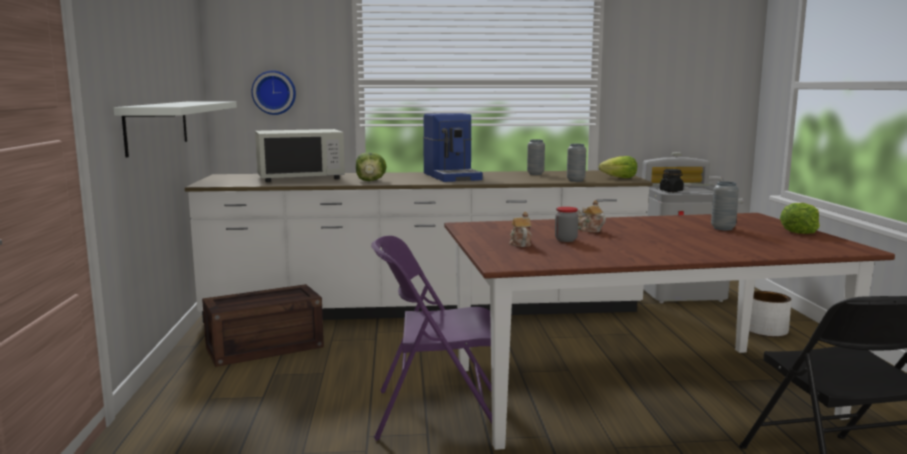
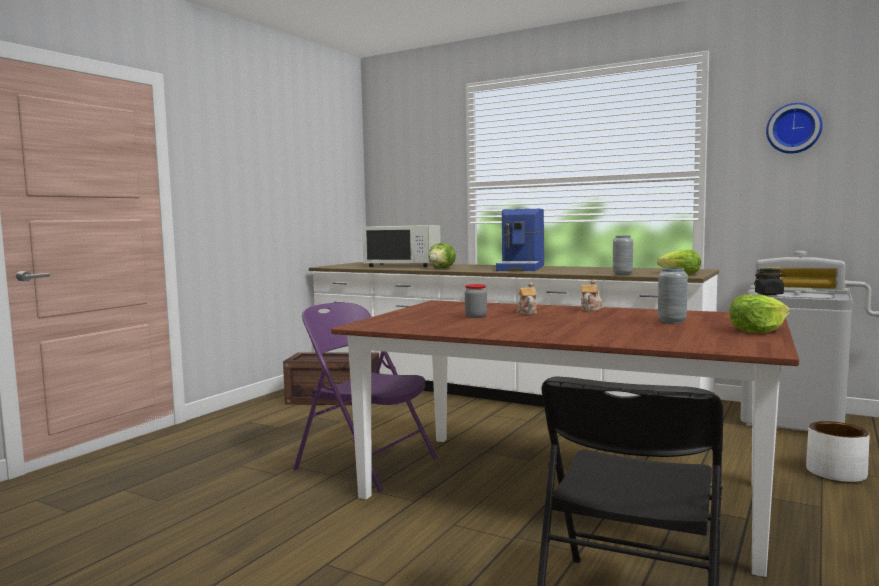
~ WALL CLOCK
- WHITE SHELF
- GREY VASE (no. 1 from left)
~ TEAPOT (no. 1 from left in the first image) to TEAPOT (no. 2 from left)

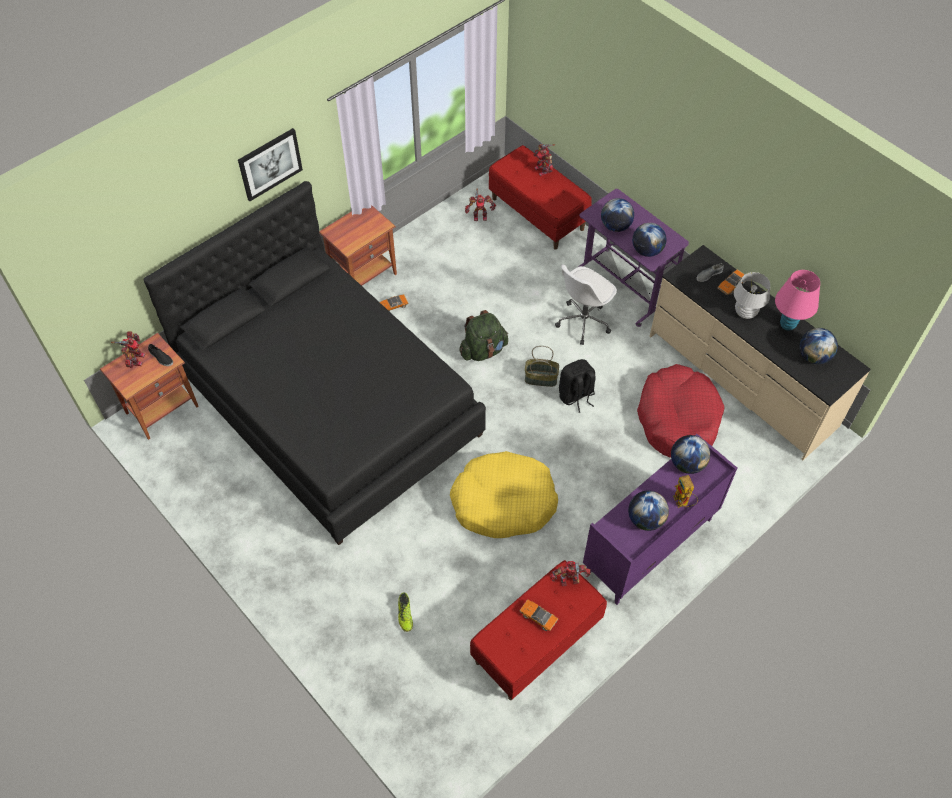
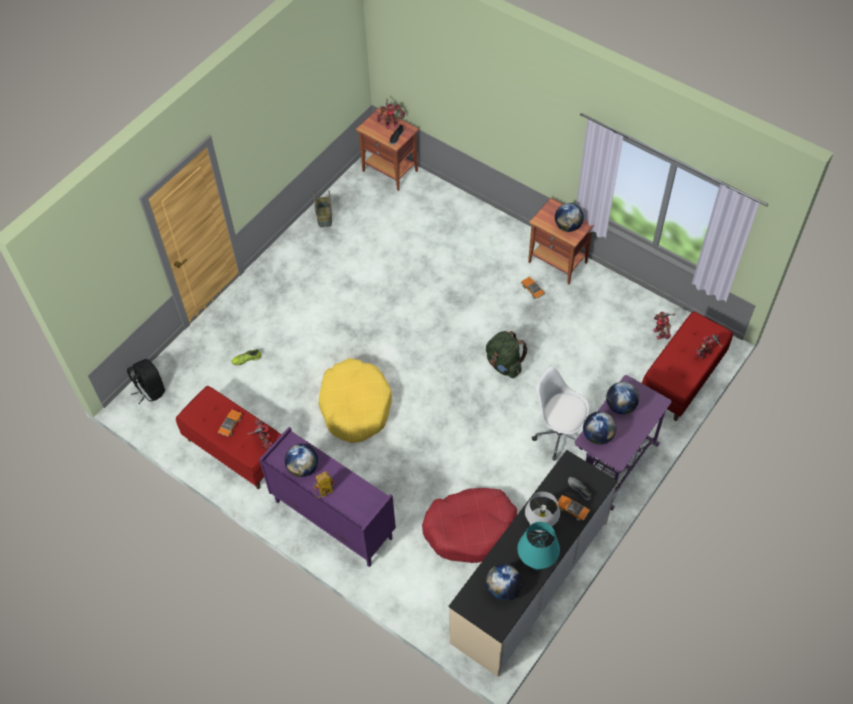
- PICTURE
- BLACK BED
~ PINK TABLE LAMP to TURQUOISE TABLE LAMP
~ BASKET
~ BLACK BACKPACK
~ GLOBE (no. 4 from left in the first image) to GLOBE (no. 3 from left)

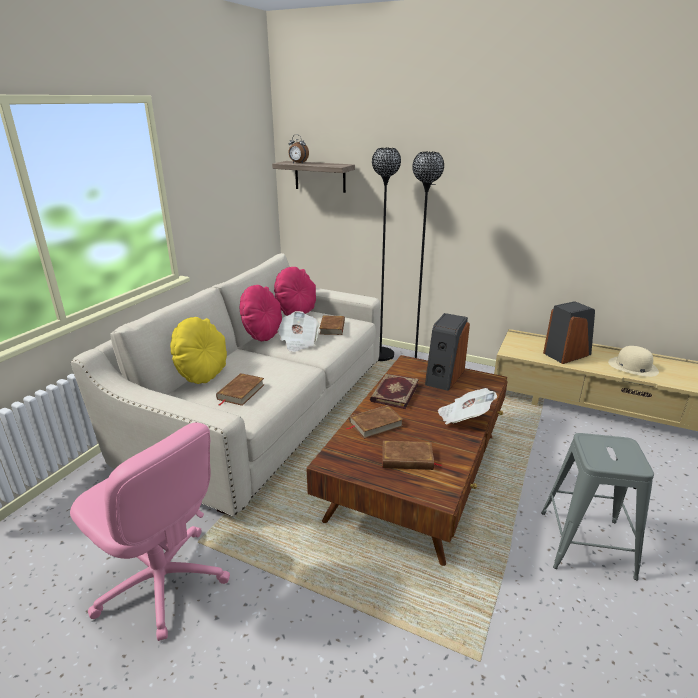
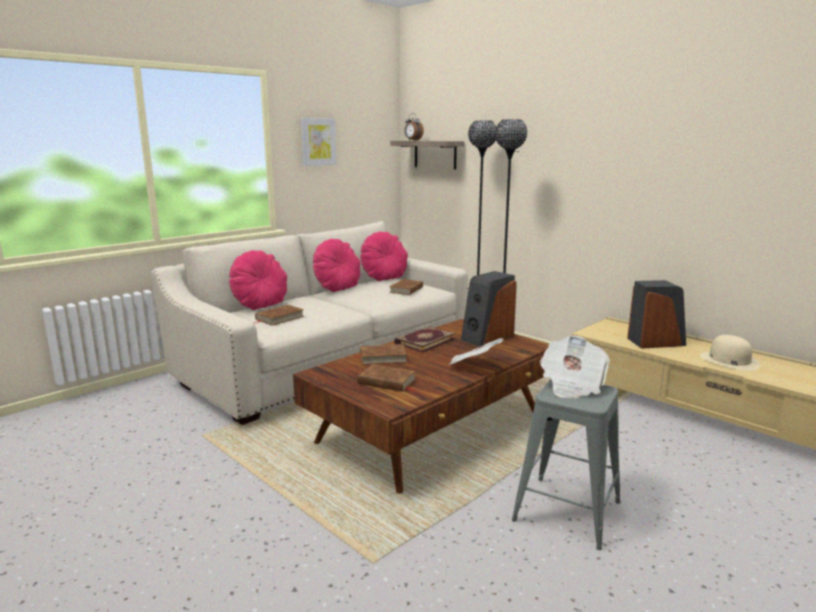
~ NEWSPAPER (no. 1 from left in the first image) to NEWSPAPER (no. 2 from left)
~ YELLOW PILLOW to PINK PILLOW (no. 1 from left)
- PINK OFFICE CHAIR
+ PICTURE

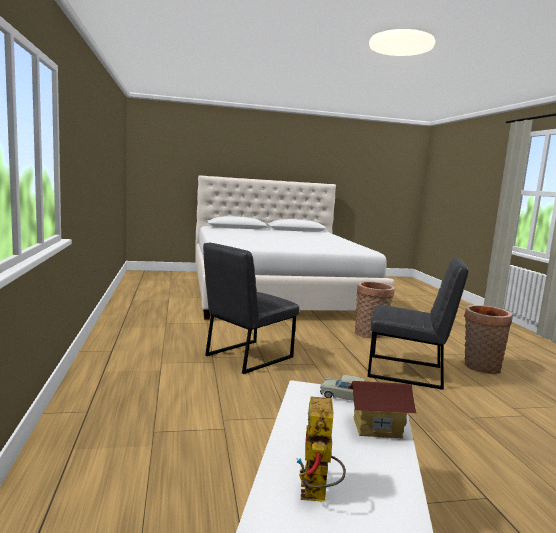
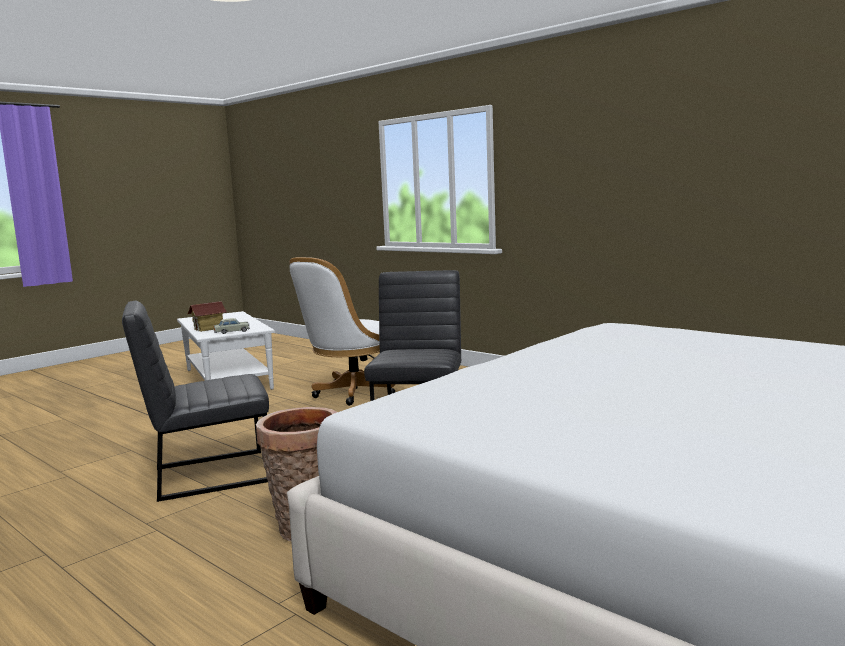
- BASKET (no. 2 from left)
- TOY ROBOT
+ WHITE OFFICE CHAIR

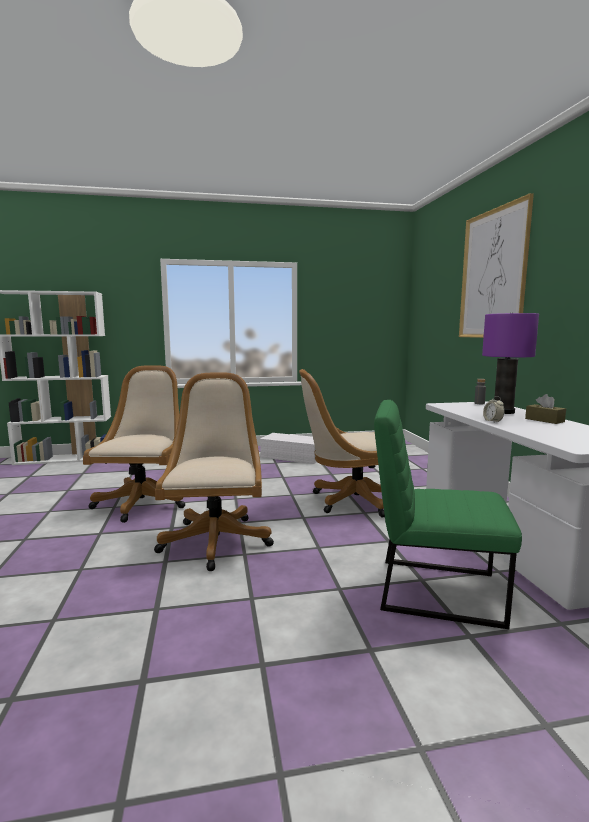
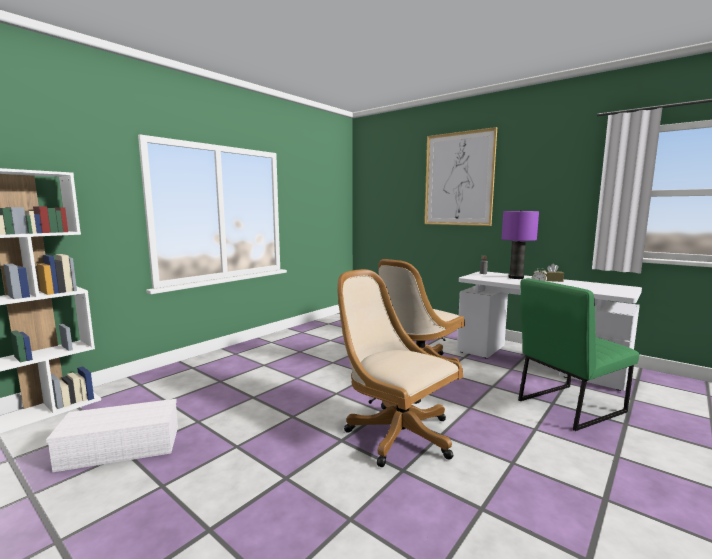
- OFFICE CHAIR (no. 1 from left)
~ WHITE STORAGE BOX

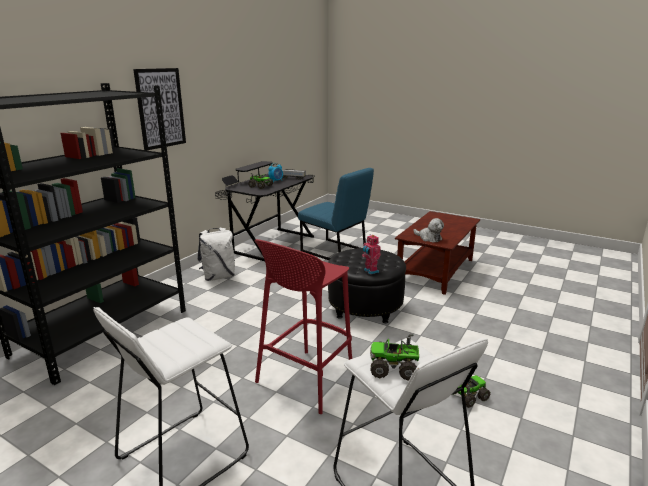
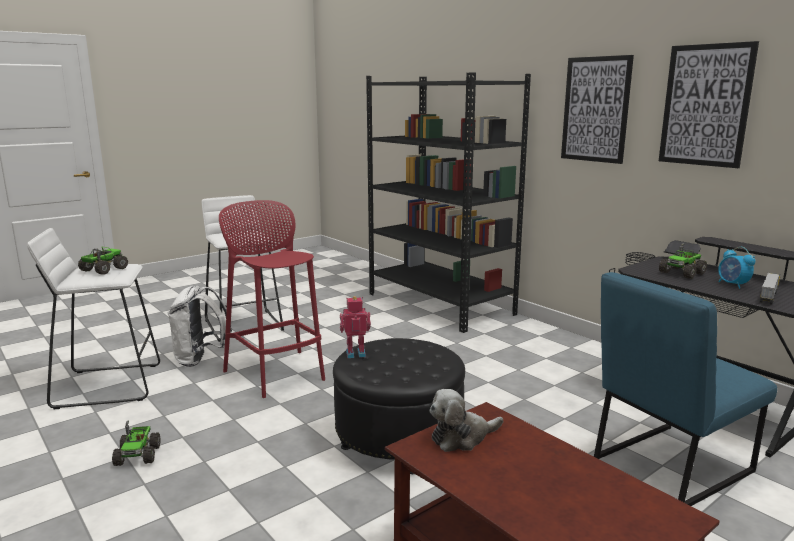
~ WHITE BACKPACK
+ PICTURE (no. 2 from left)

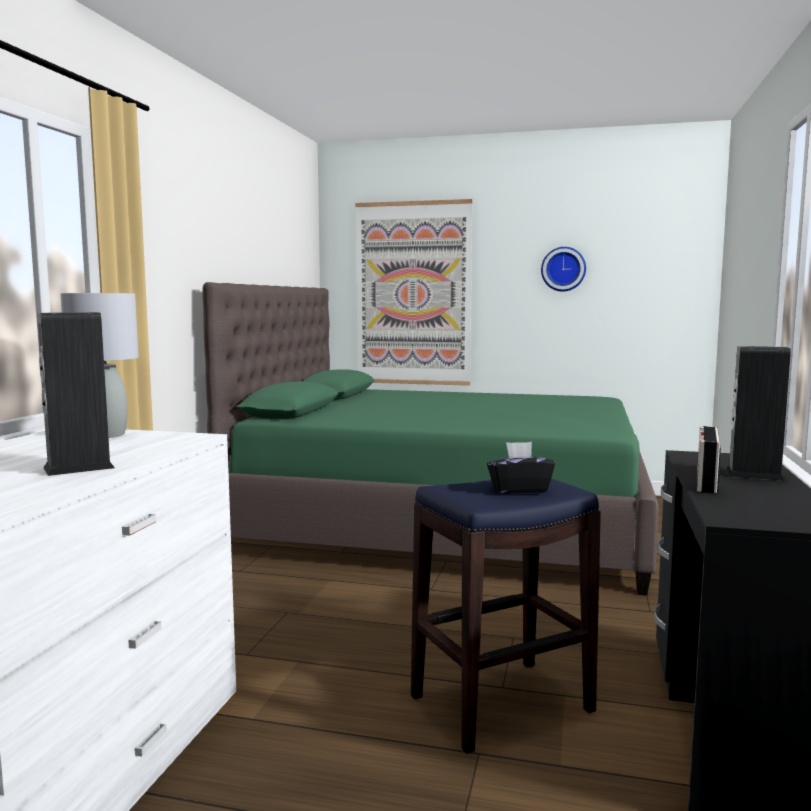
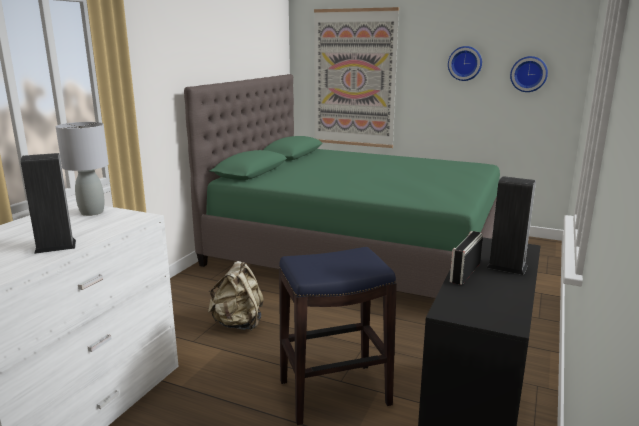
- BLACK TISSUE BOX
+ WALL CLOCK (no. 2 from left)
+ BEIGE BACKPACK

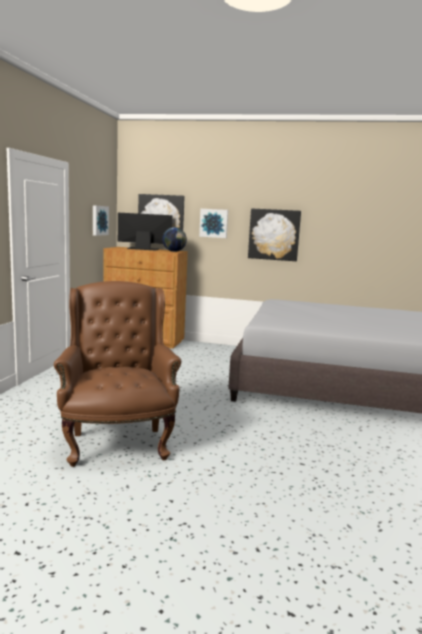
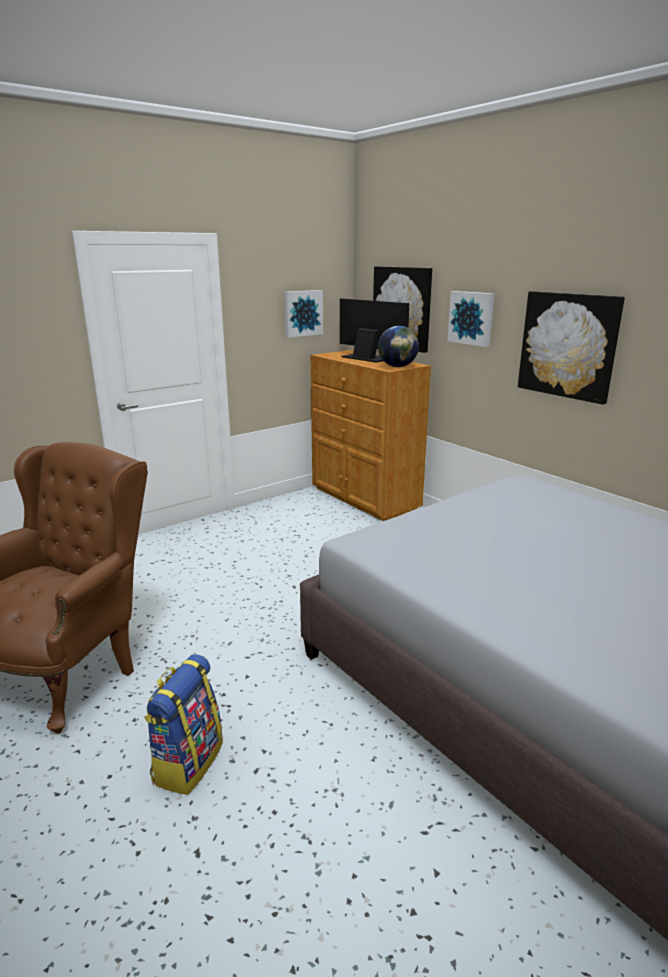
+ BACKPACK

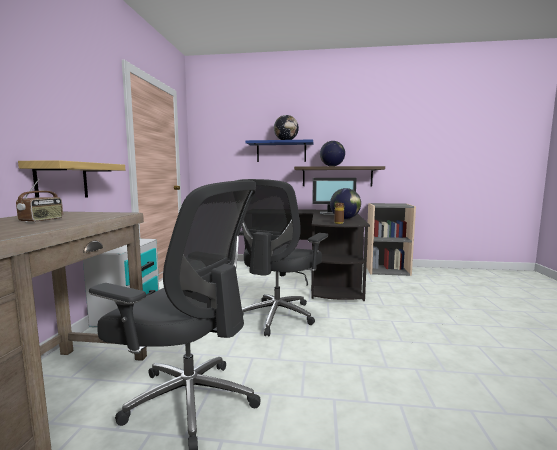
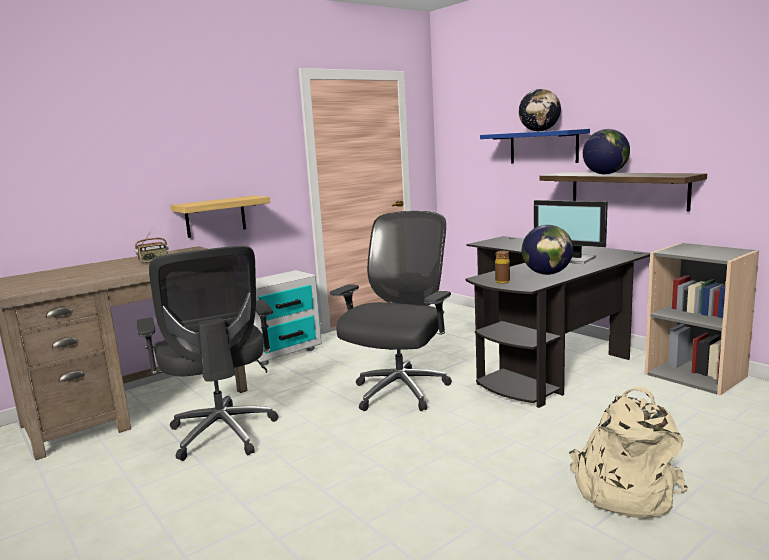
~ OFFICE CHAIR (no. 2 from left) 135 degrees clockwise
+ BEIGE BACKPACK

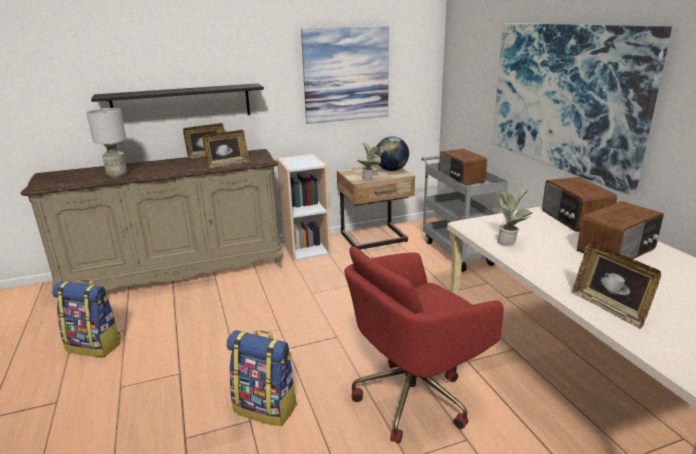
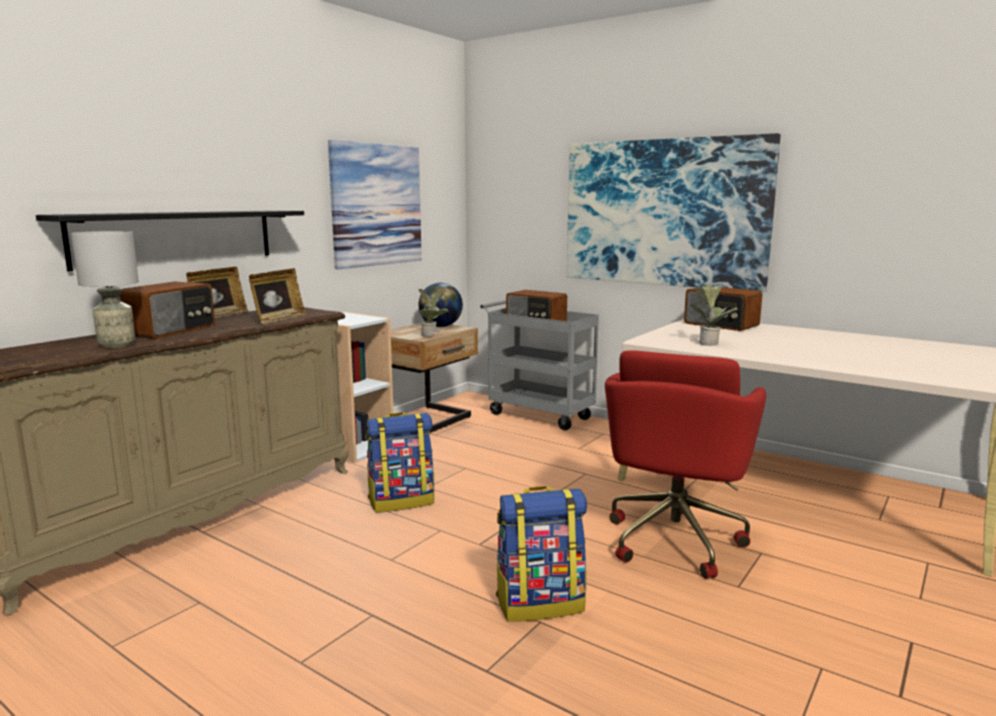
~ RADIO (no. 3 from left in the first image) to RADIO (no. 1 from left)
- PICTURE FRAME (no. 3 from left)
~ BACKPACK (no. 1 from left)

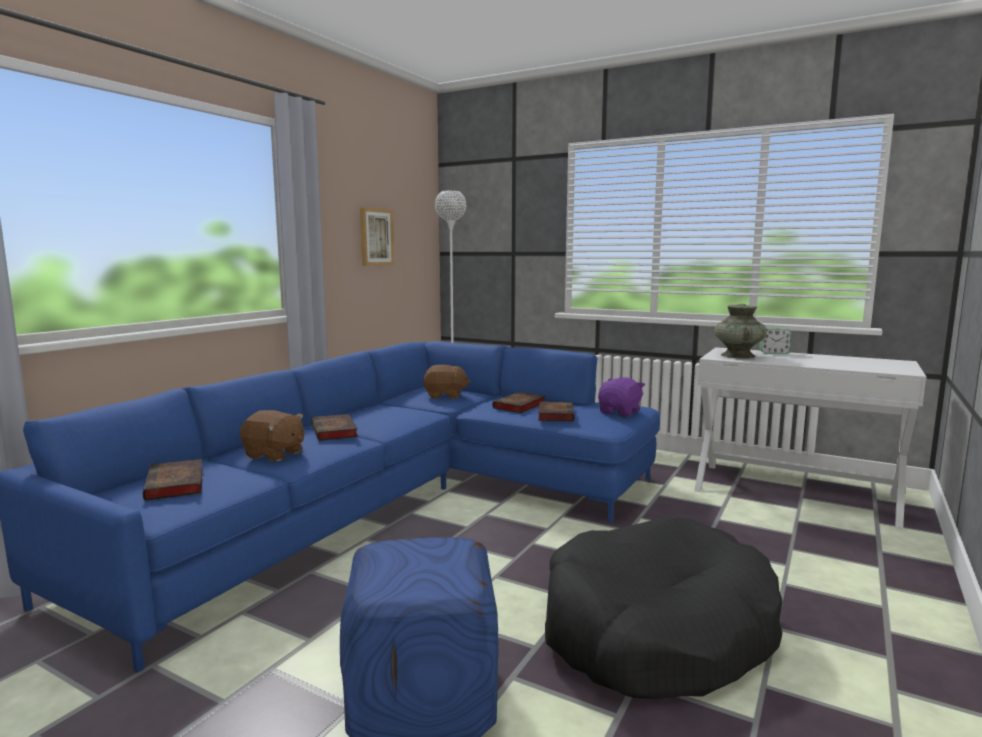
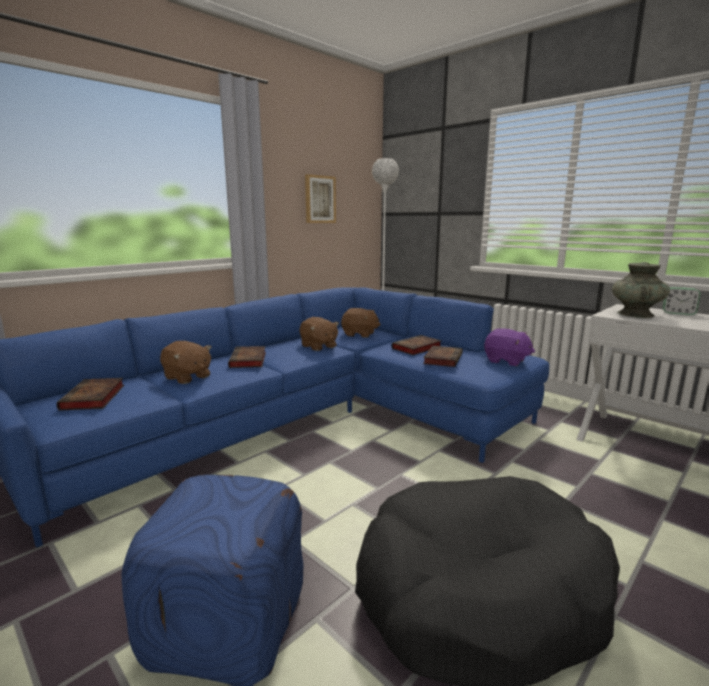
~ PURPLE PLUSH TOY 75 degrees clockwise
+ BROWN PLUSH TOY (no. 2 from left)

